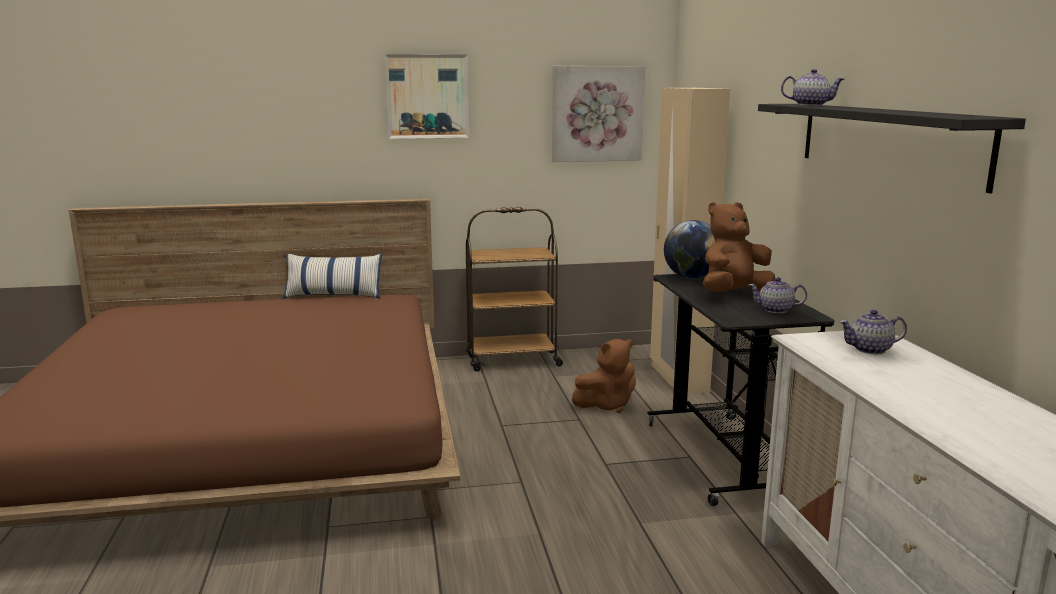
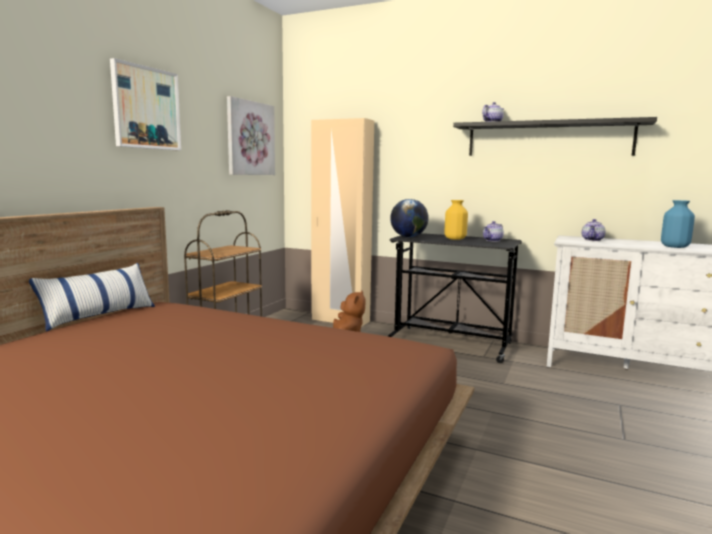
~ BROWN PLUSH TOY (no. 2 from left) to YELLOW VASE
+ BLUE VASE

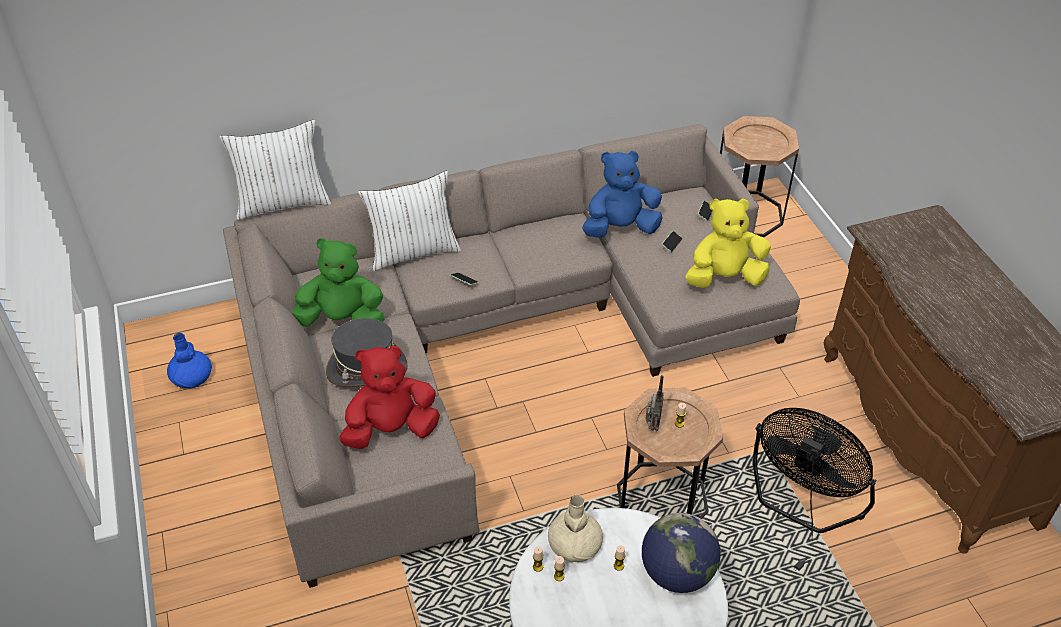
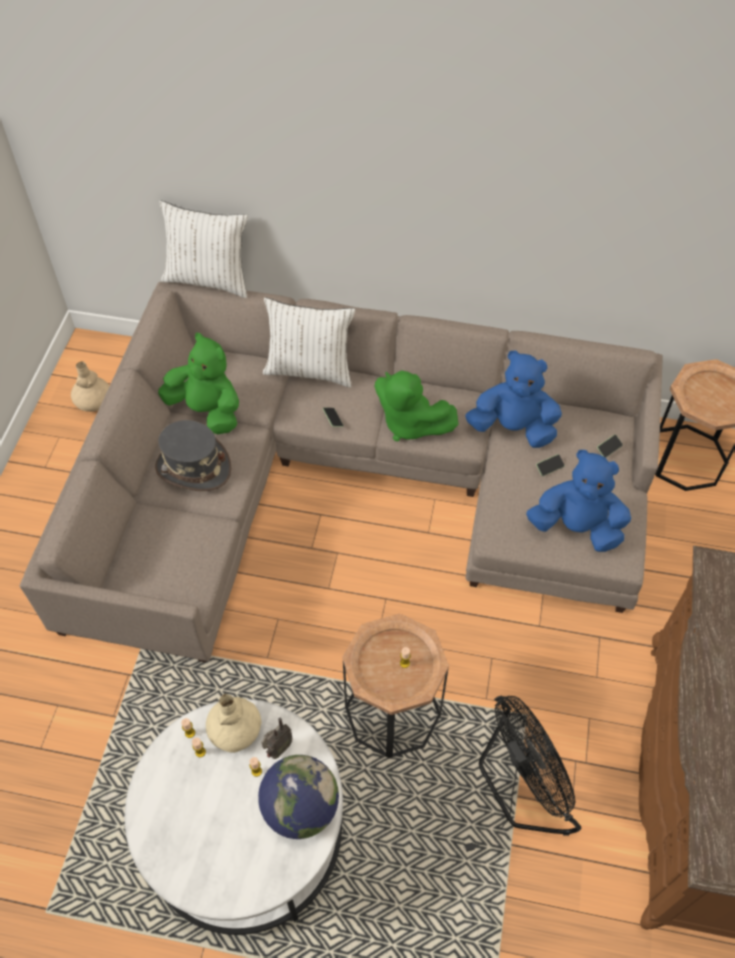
~ YELLOW PLUSH TOY to BLUE PLUSH TOY (no. 2 from left)
~ BLUE VASE to BEIGE VASE (no. 1 from left)
- RED PLUSH TOY
~ RADIO
+ GREEN PLUSH TOY (no. 2 from left)

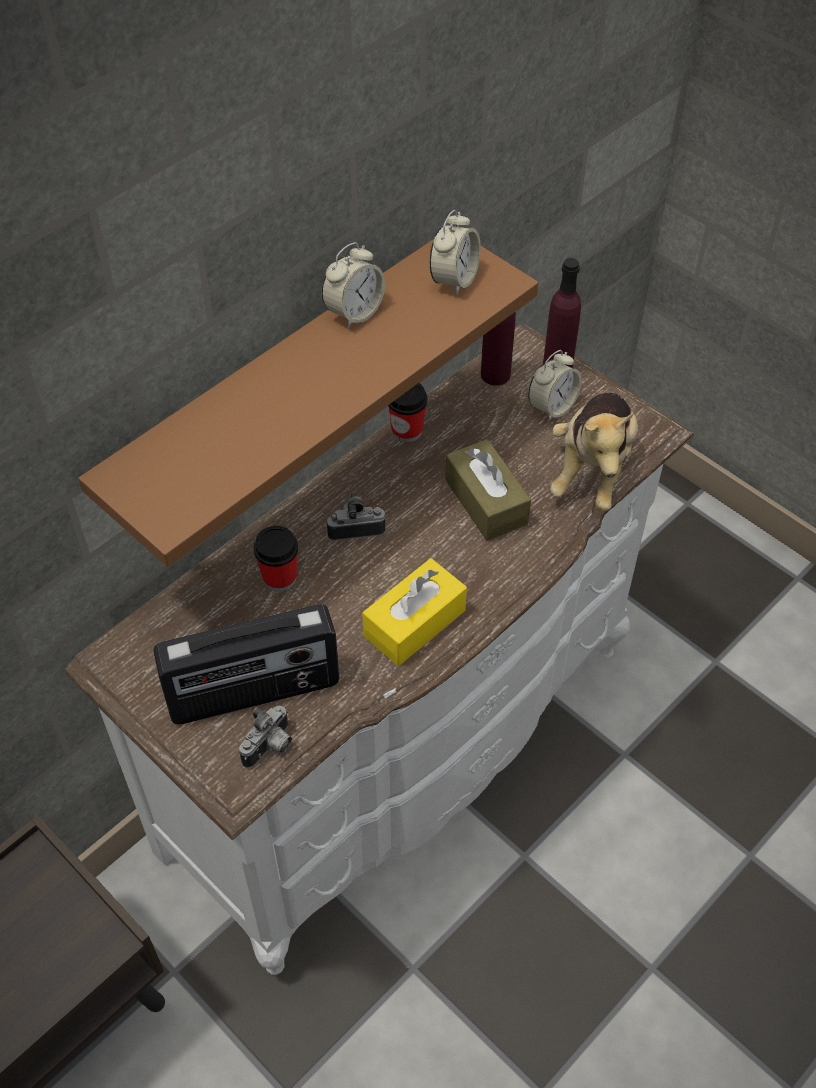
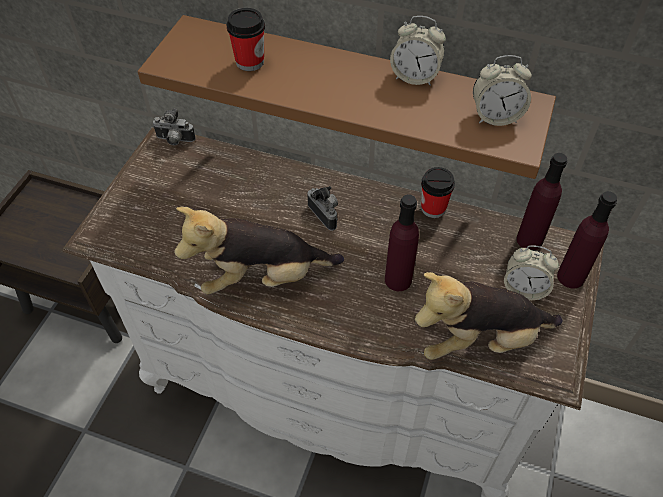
~ BROWN TISSUE BOX to PURPLE BOTTLE (no. 1 from left)
~ CUP (no. 1 from left)
~ YELLOW TISSUE BOX to PLUSH TOY (no. 1 from left)
- RADIO
~ PHOTO CAMERA (no. 1 from left)

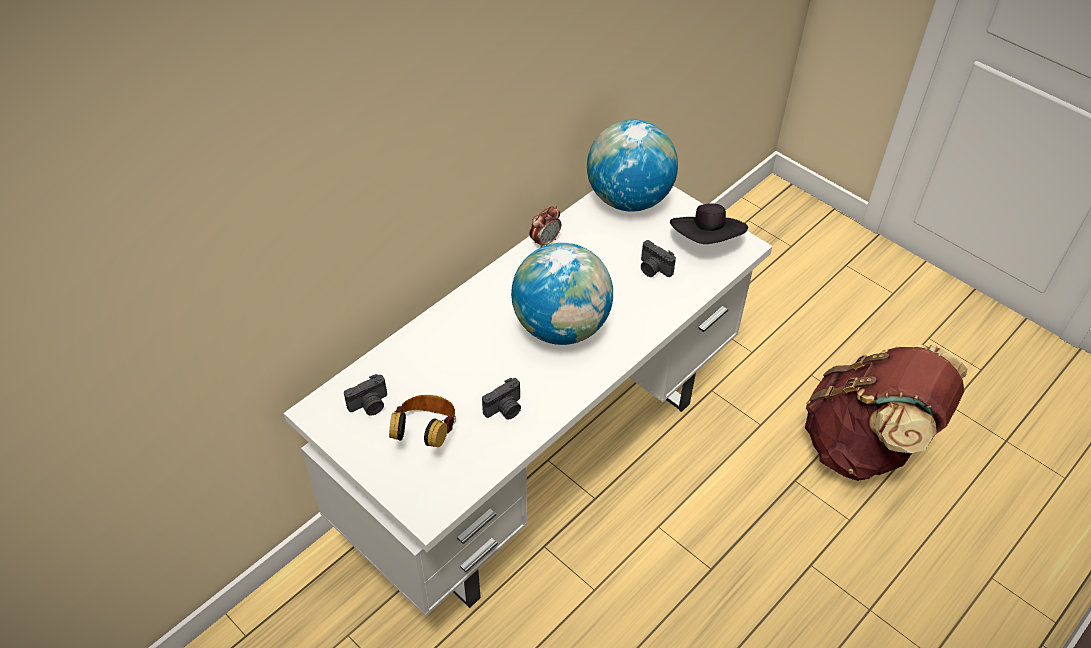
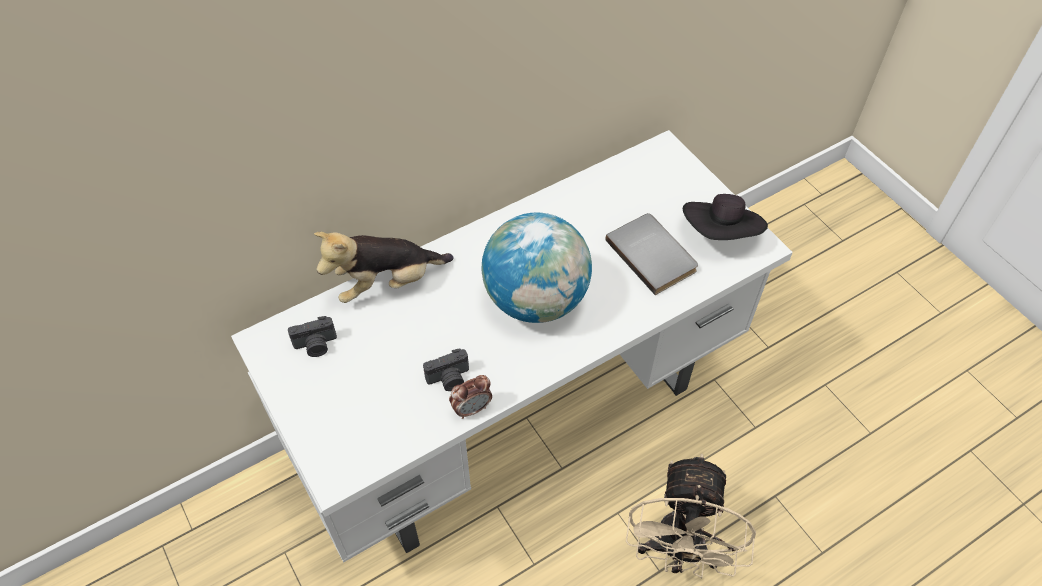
- GLOBE (no. 2 from left)
~ ALARM CLOCK
~ PHOTO CAMERA (no. 3 from left) to GREY BOOK
- BROWN BACKPACK
- HEADPHONES
+ PLUSH TOY
+ BEIGE FAN

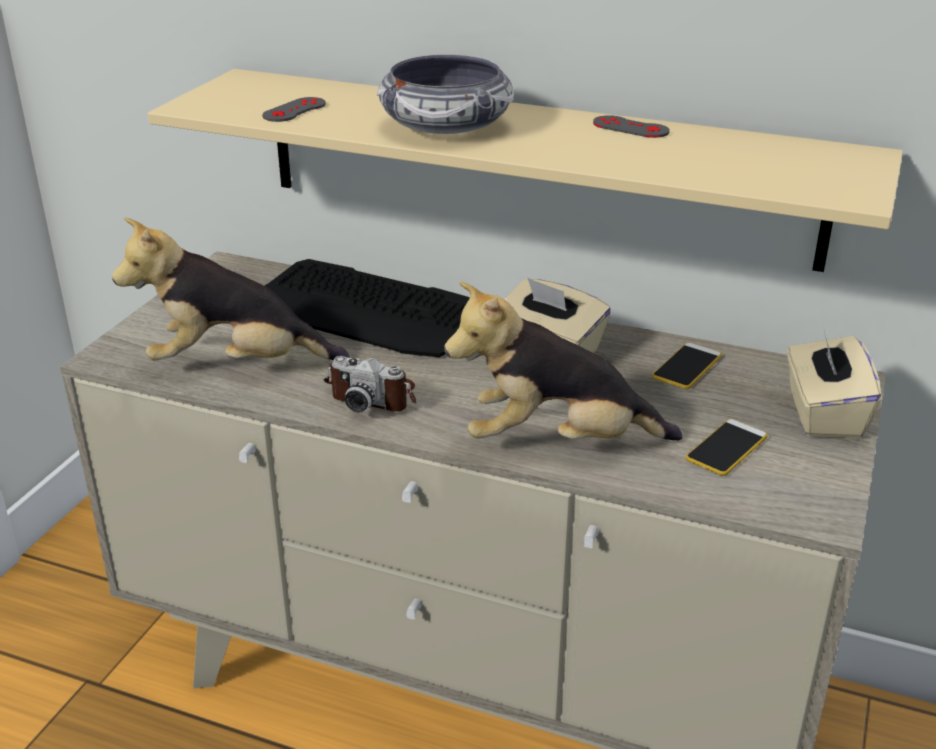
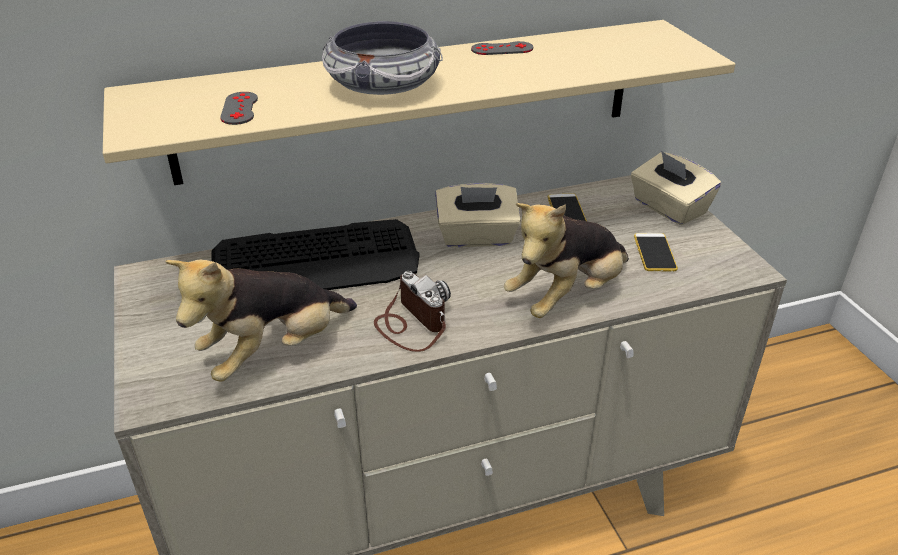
~ PHOTO CAMERA 105 degrees counterclockwise

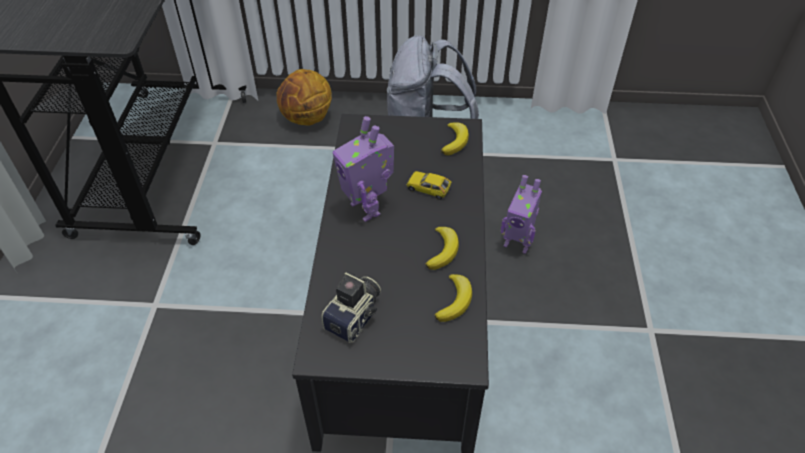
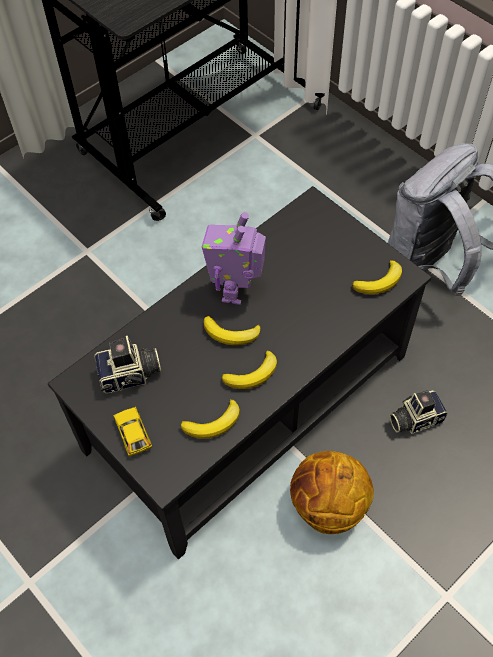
~ BASKETBALL
~ TOY CAR
~ TOY ROBOT (no. 2 from left) to PHOTO CAMERA (no. 2 from left)
+ BANANA (no. 2 from left)

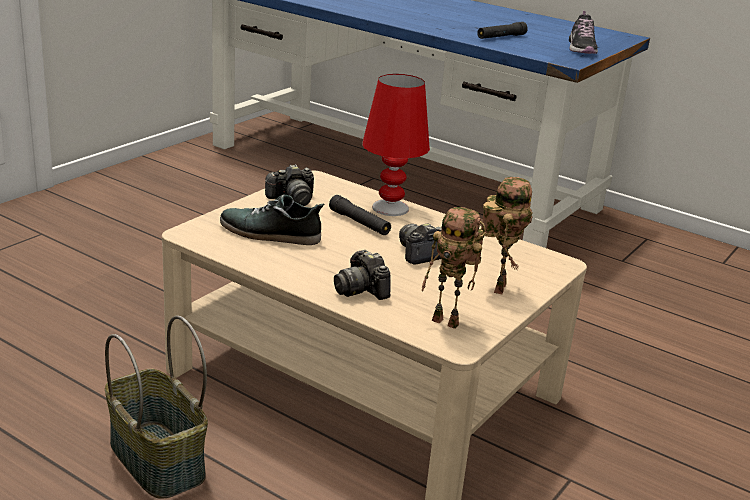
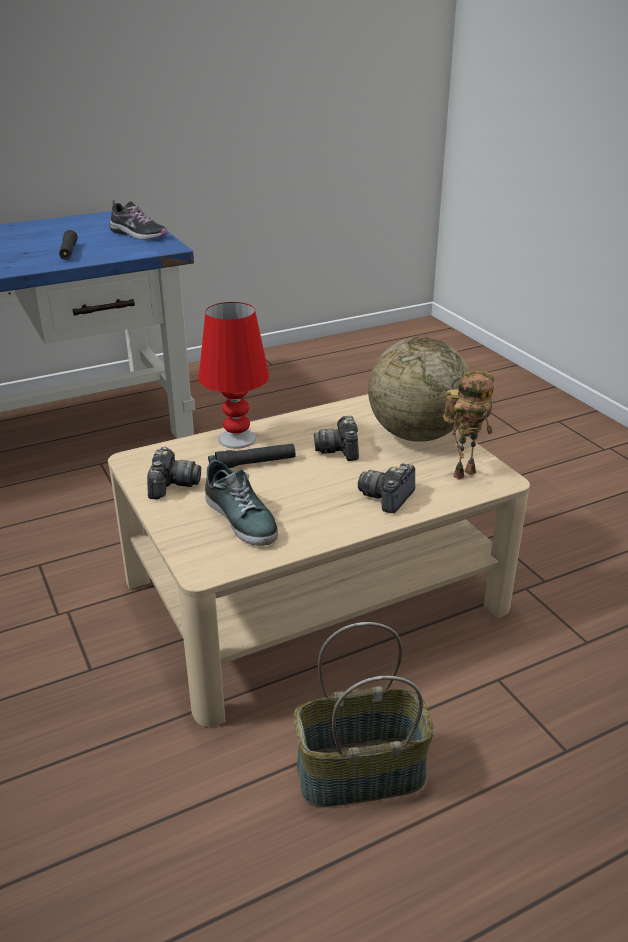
~ TOY ROBOT (no. 2 from left) to GLOBE
~ SHOE (no. 1 from left in the first image) 75 degrees counterclockwise
~ PHOTO CAMERA (no. 2 from left in the first image) 120 degrees clockwise

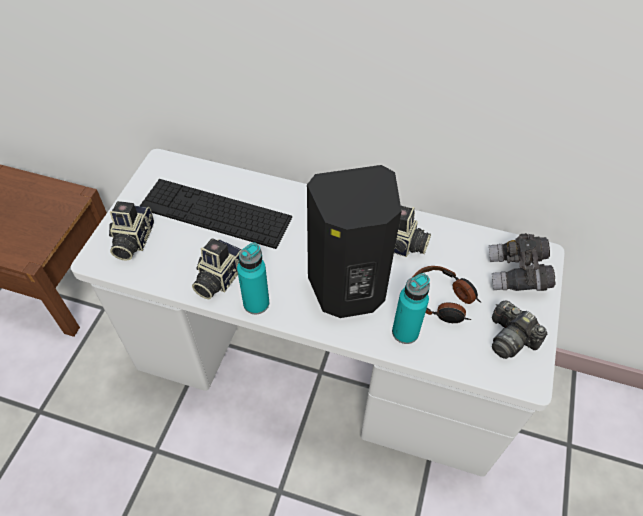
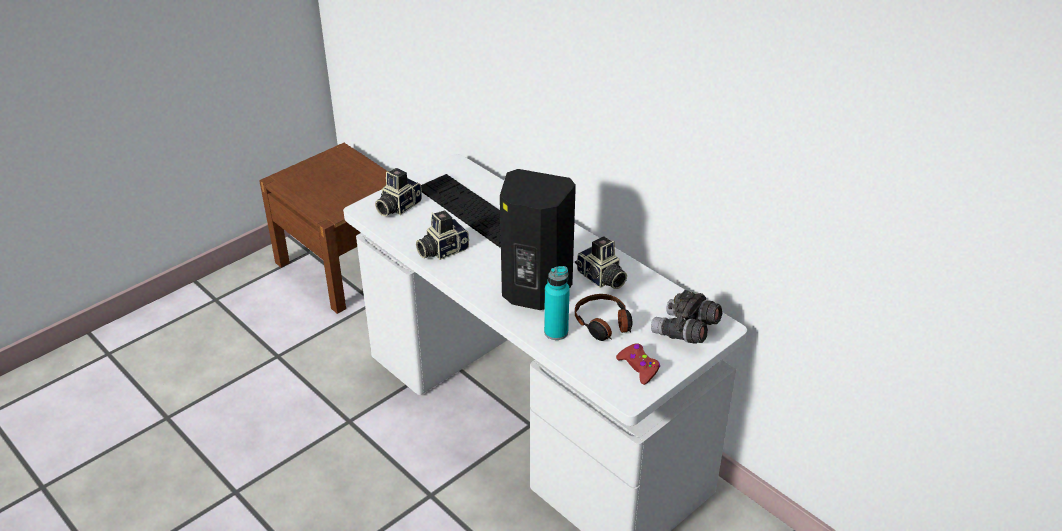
- TURQUOISE BOTTLE (no. 1 from left)
~ PHOTO CAMERA (no. 4 from left) to RED GAME CONTROLLER

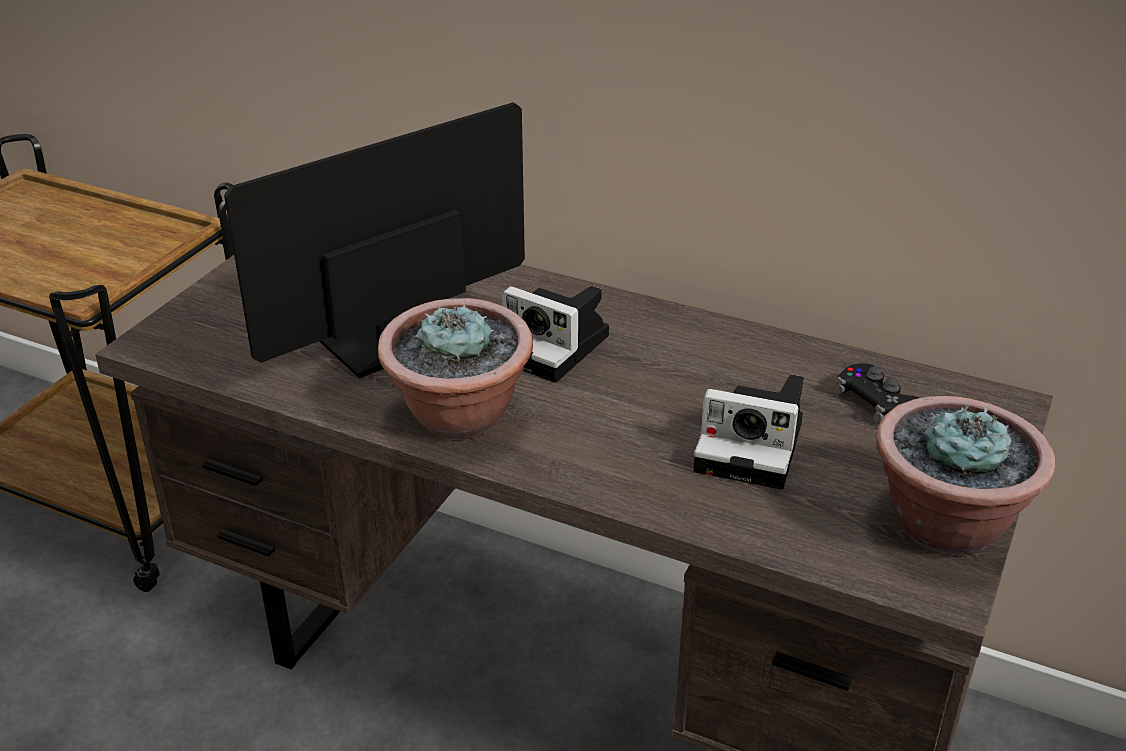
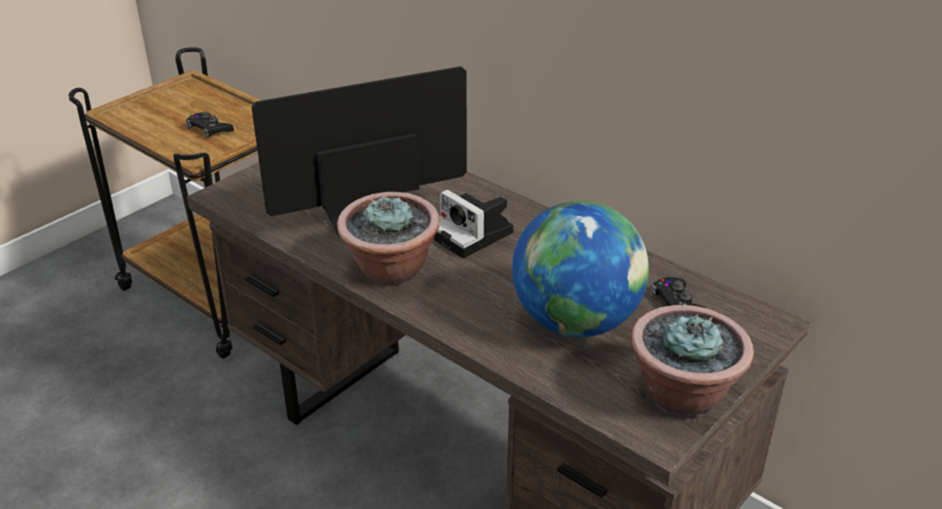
~ PHOTO CAMERA (no. 2 from left) to GLOBE
+ BLACK GAME CONTROLLER (no. 1 from left)

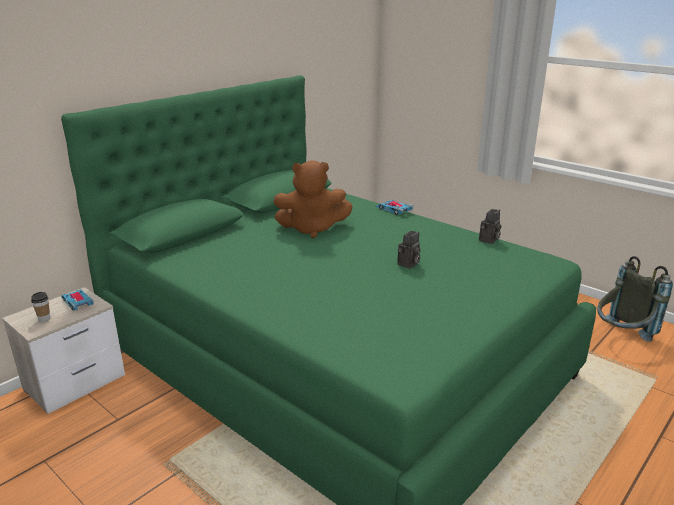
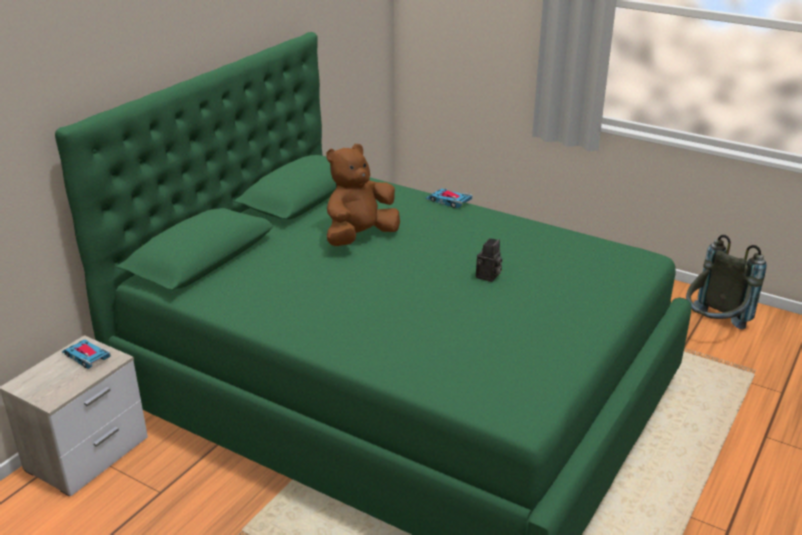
~ BROWN PLUSH TOY 150 degrees clockwise
- PHOTO CAMERA (no. 2 from left)
- CUP

